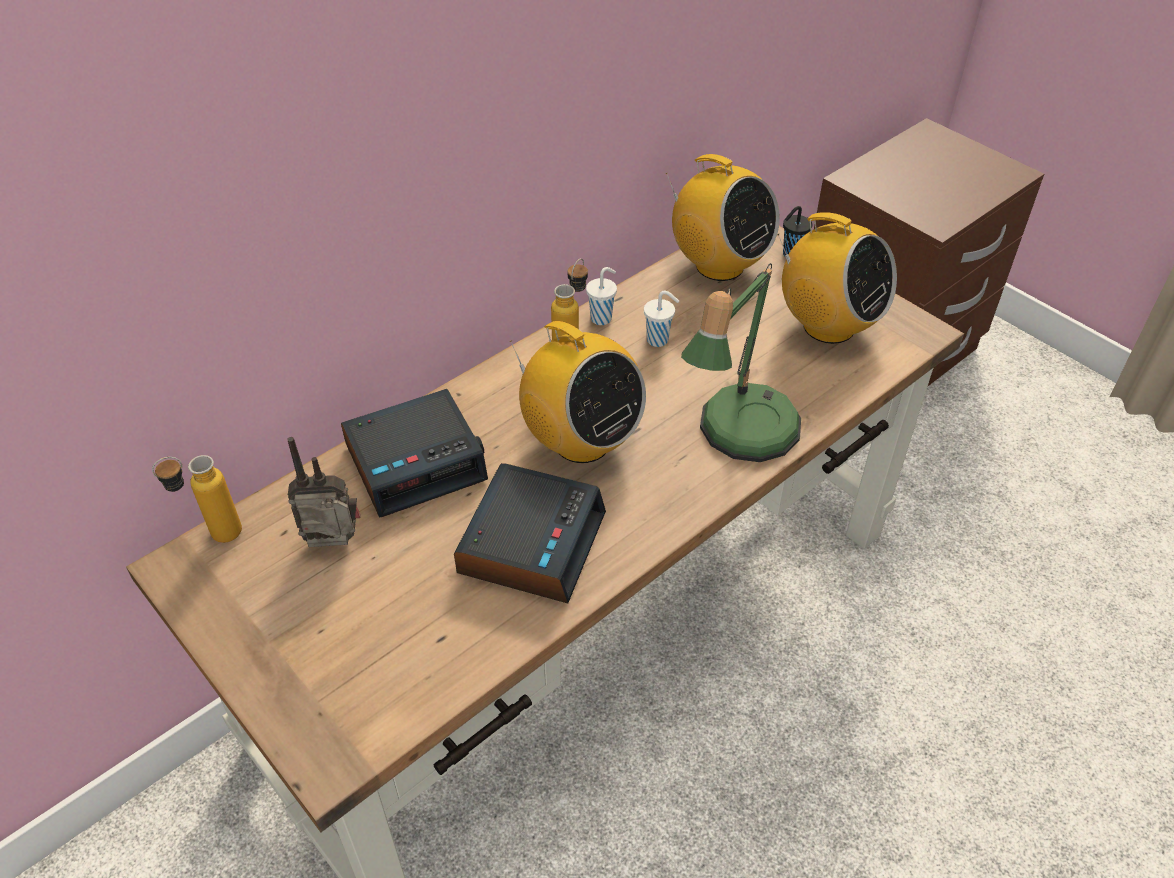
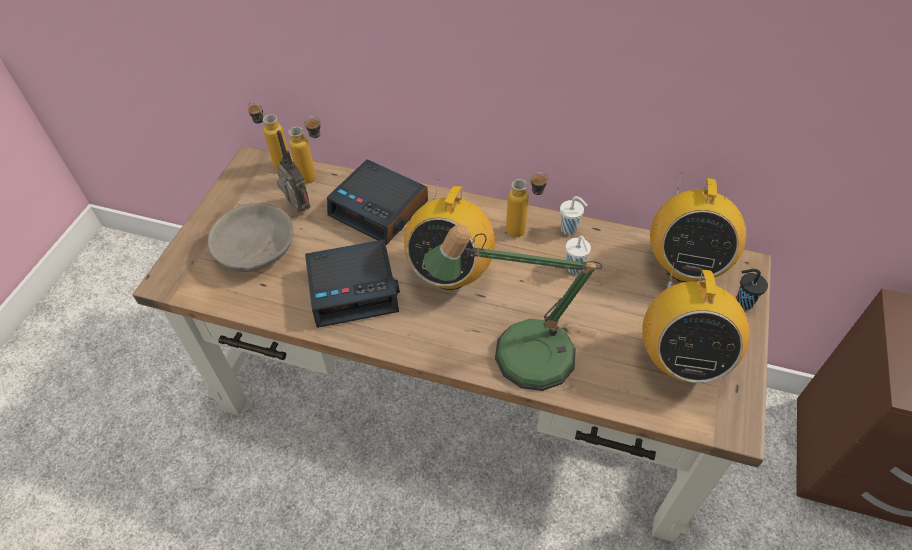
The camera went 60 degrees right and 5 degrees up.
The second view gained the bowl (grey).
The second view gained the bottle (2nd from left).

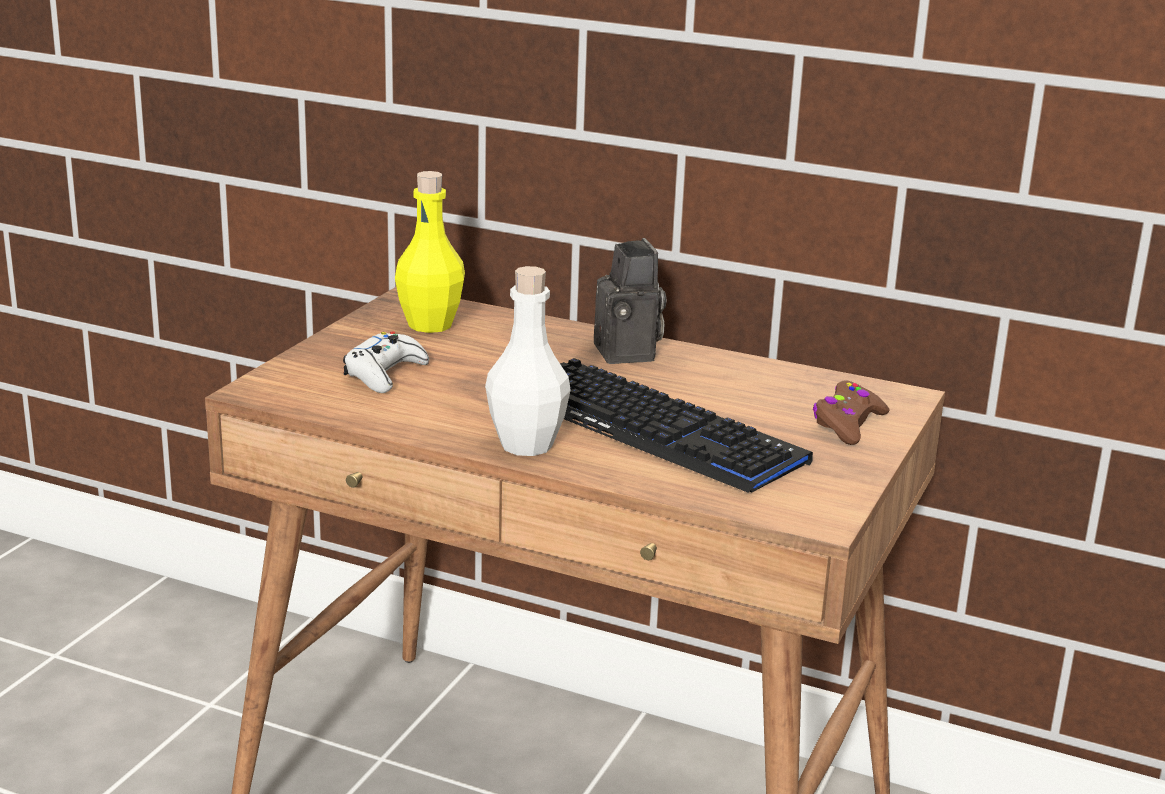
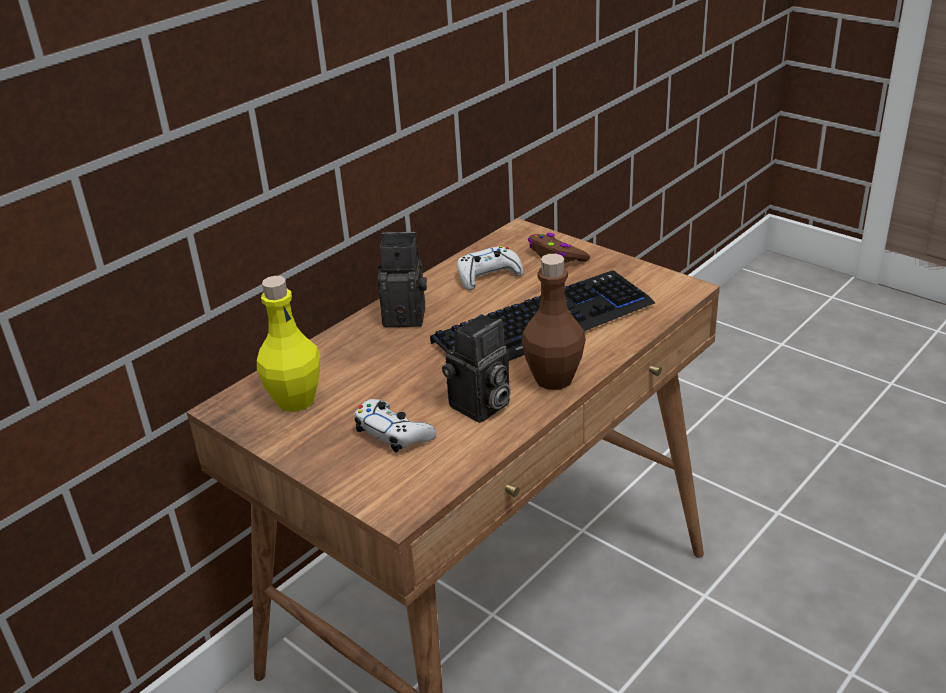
The camera went 70 degrees left and 10 degrees up.
What was the bottle (white) turned into the bottle (brown).
The second view gained the photo camera (2nd from left).
The second view gained the game controller (white) (2nd from left).

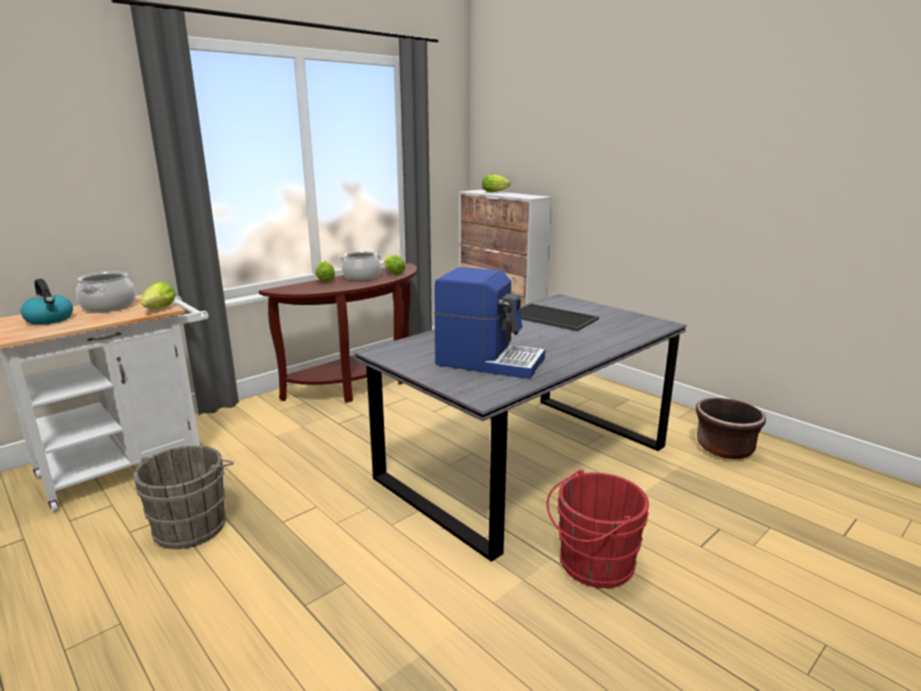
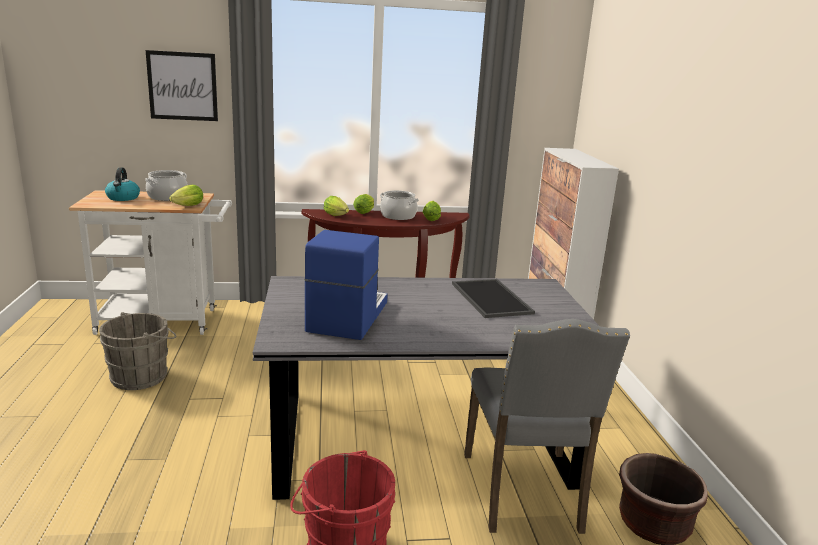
The camera went 35 degrees right and 0 degrees up.
The coffee machine ended up facing another way, 135 degrees counterclockwise from before.
The lettuce (4th from left in the first image) ended up elsewhere.
The second view gained the picture.
The second view gained the chair (grey).

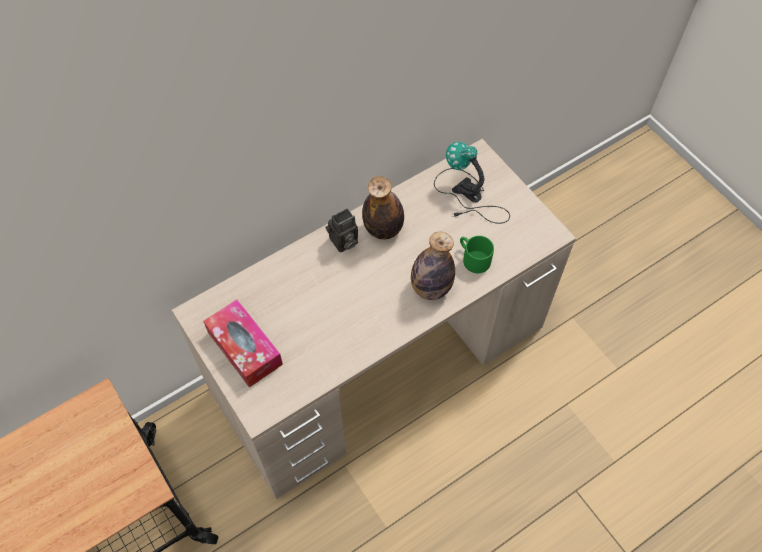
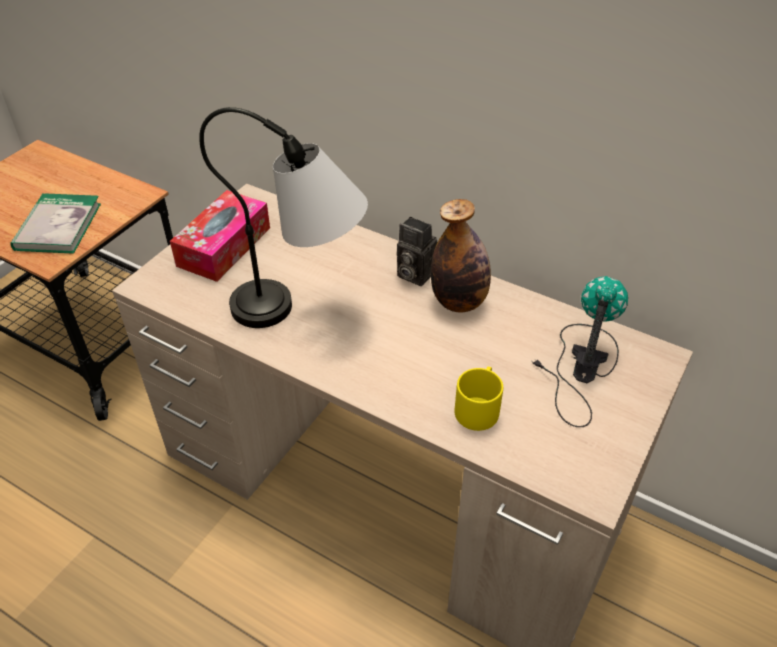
The camera went 65 degrees right and 15 degrees down.
The second view lost the bottle (2nd from left).
What was the mug (green) turned into the mug (yellow).
The second view gained the book.
The second view gained the table lamp (1st from left).

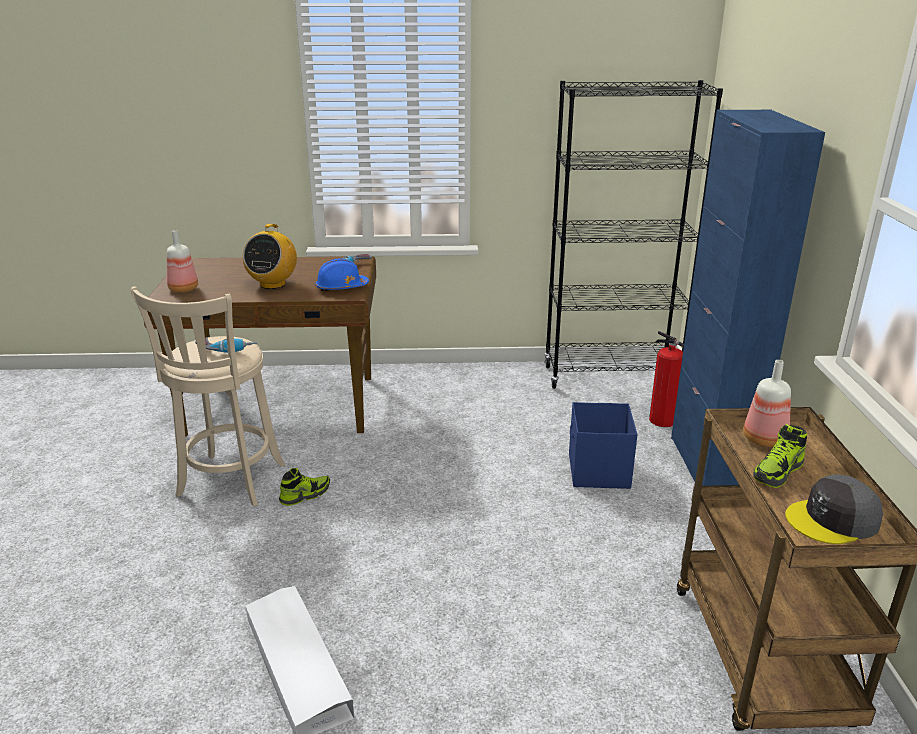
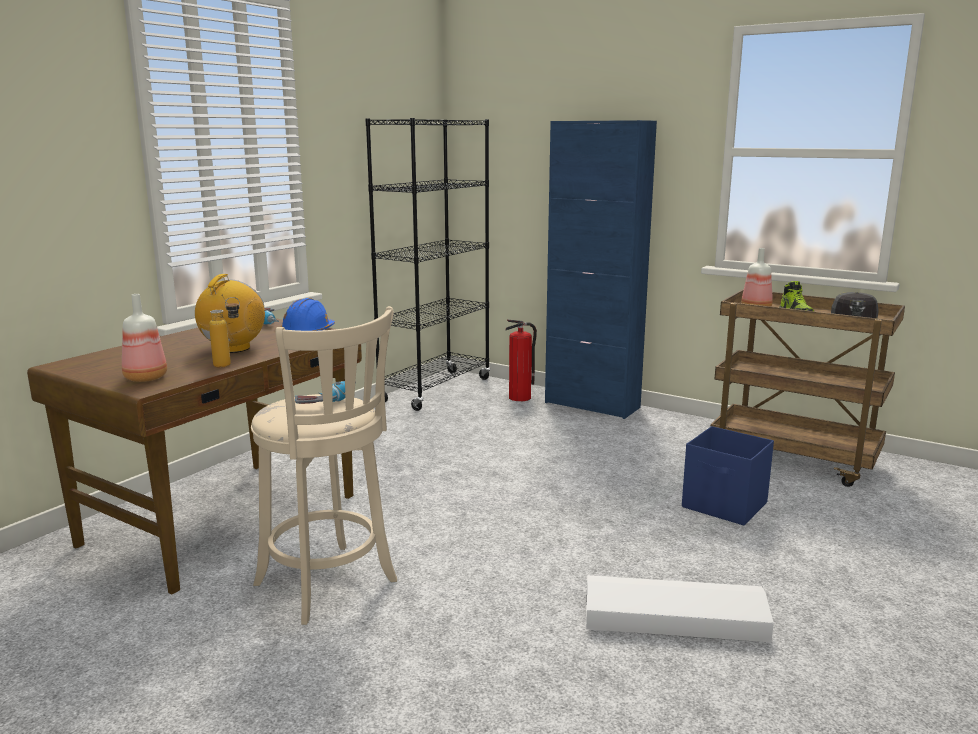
The camera went 55 degrees left and 10 degrees down.
The radio ended up facing another way, 120 degrees counterclockwise from before.
The second view lost the shoe (1st from left).
The storage box (blue) ended up elsewhere.
The second view gained the bottle (2nd from left).

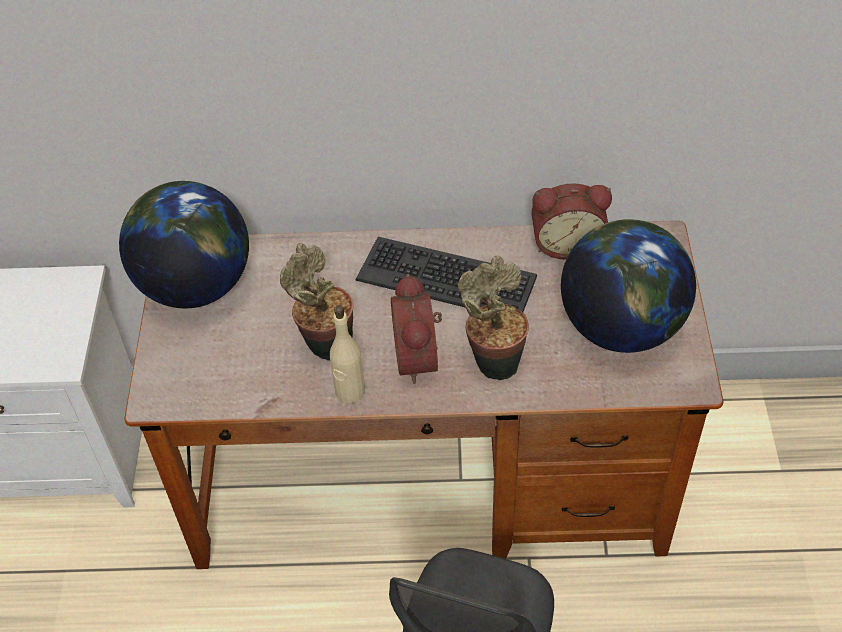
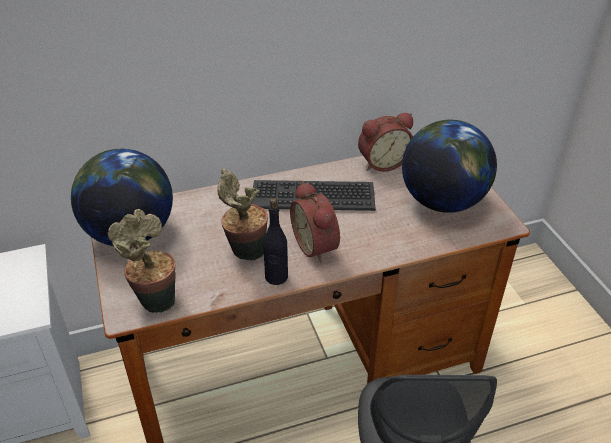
The camera went 20 degrees left and 10 degrees down.
What was the bottle (beige) turned into the bottle (black).
The potted plant (2nd from left in the first image) ended up elsewhere.

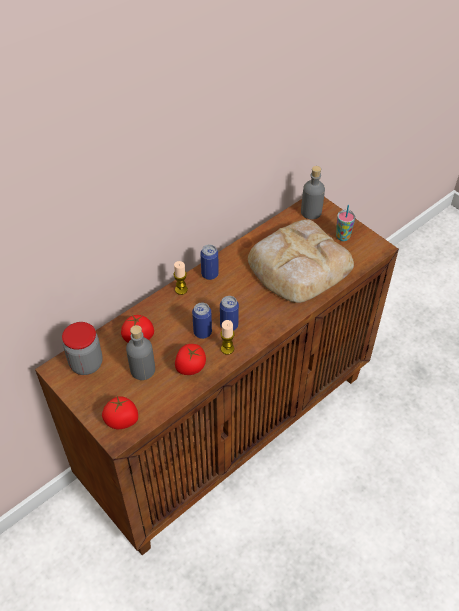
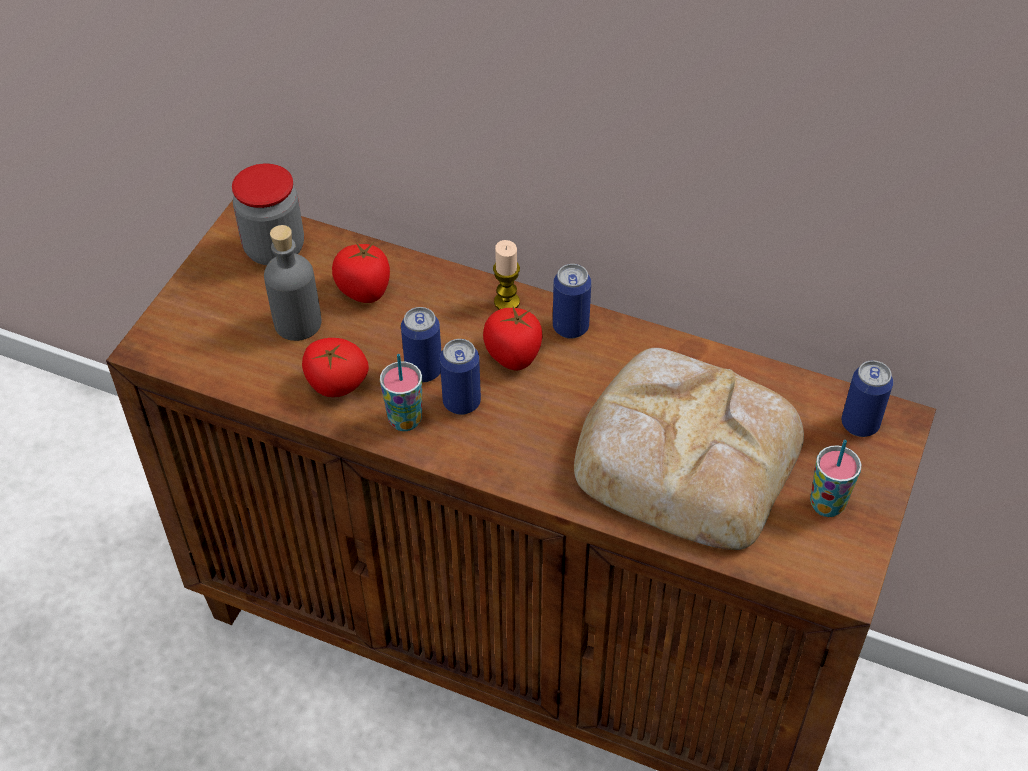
The camera went 65 degrees right and 0 degrees up.
The tomato (1st from left in the first image) ended up elsewhere.
Where the candle (2nd from left) stood, the cup (1st from left) came to stand.
Where the bottle (grey) (2nd from left) stood, the can (4th from left) came to stand.

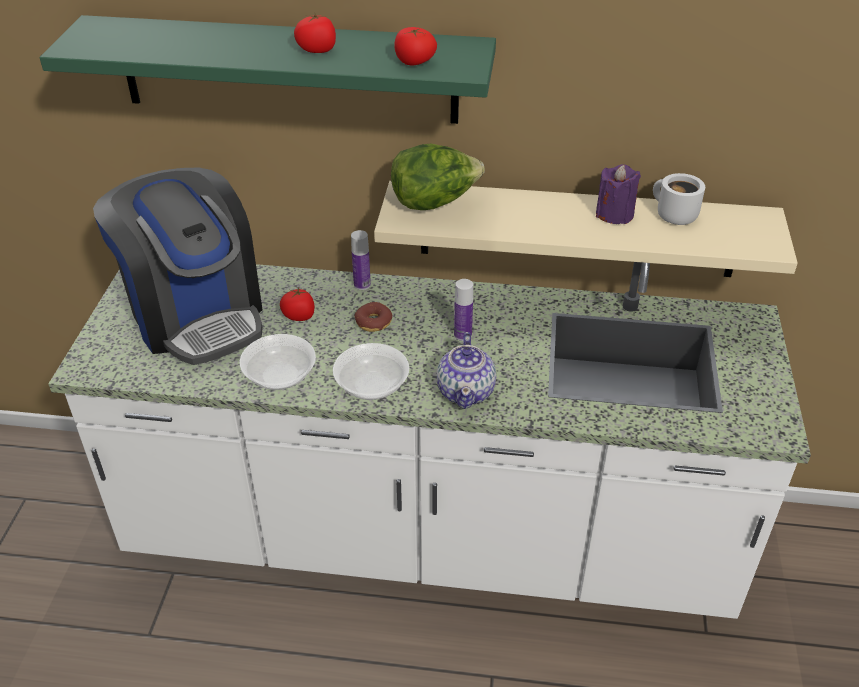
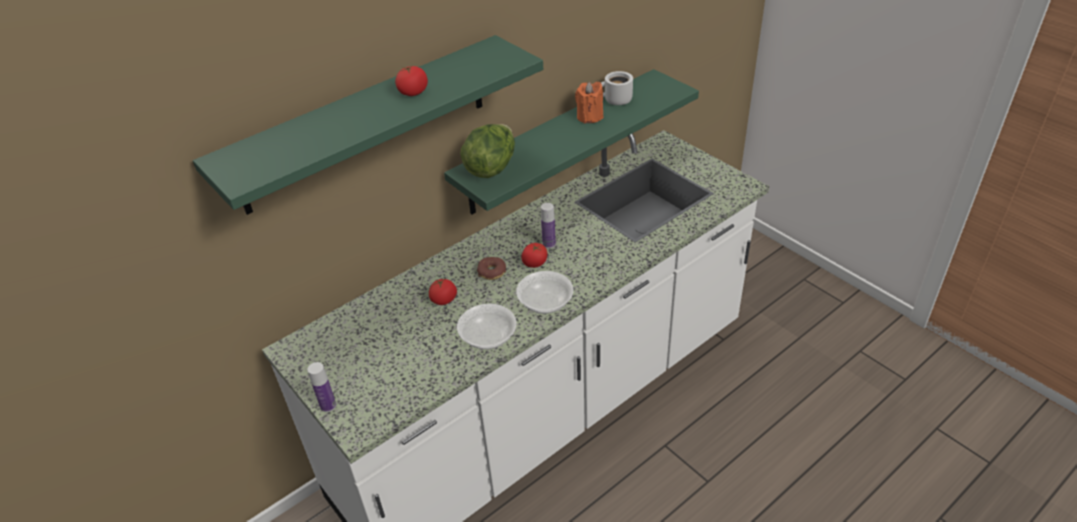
The camera went 45 degrees left and 0 degrees up.
The second view lost the coffee machine.
The bottle (1st from left) ended up elsewhere.
What was the shelf (beige) turned into the shelf (green) (2nd from left).
The tomato (3rd from left) ended up elsewhere.
The second view lost the teapot.
What was the candle (purple) turned into the candle (orange).

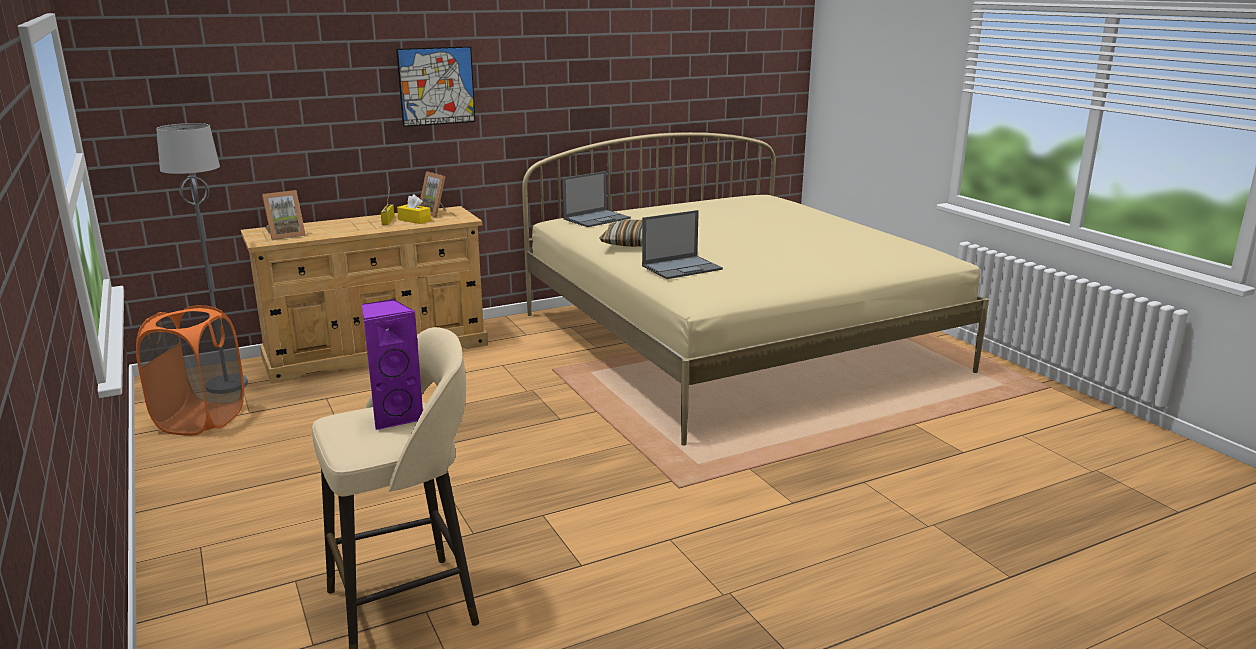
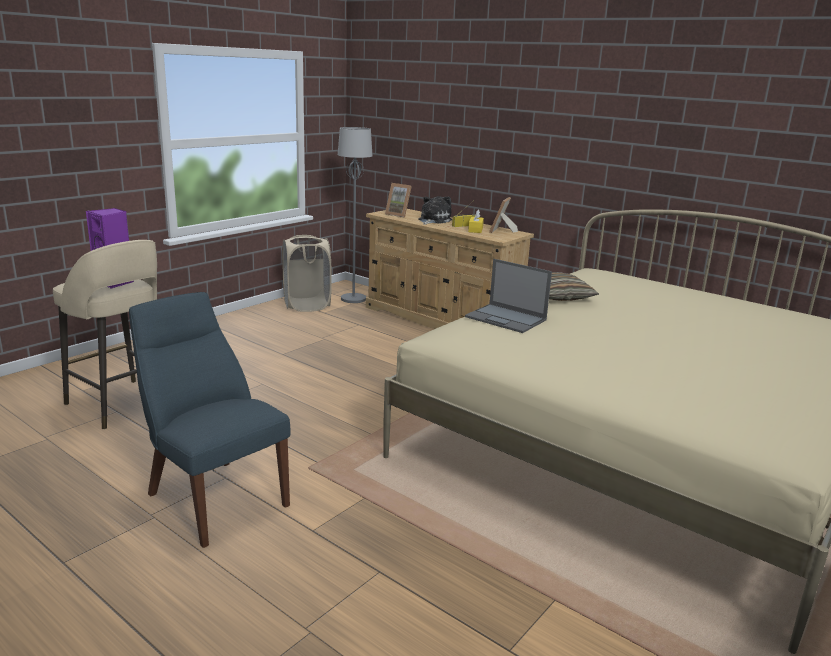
The camera went 65 degrees right and 0 degrees up.
What was the laundry basket (orange) turned into the laundry basket (beige).
The second view lost the picture.
The second view lost the laptop (1st from left).
The second view gained the chair (blue).
The second view gained the plush toy.

